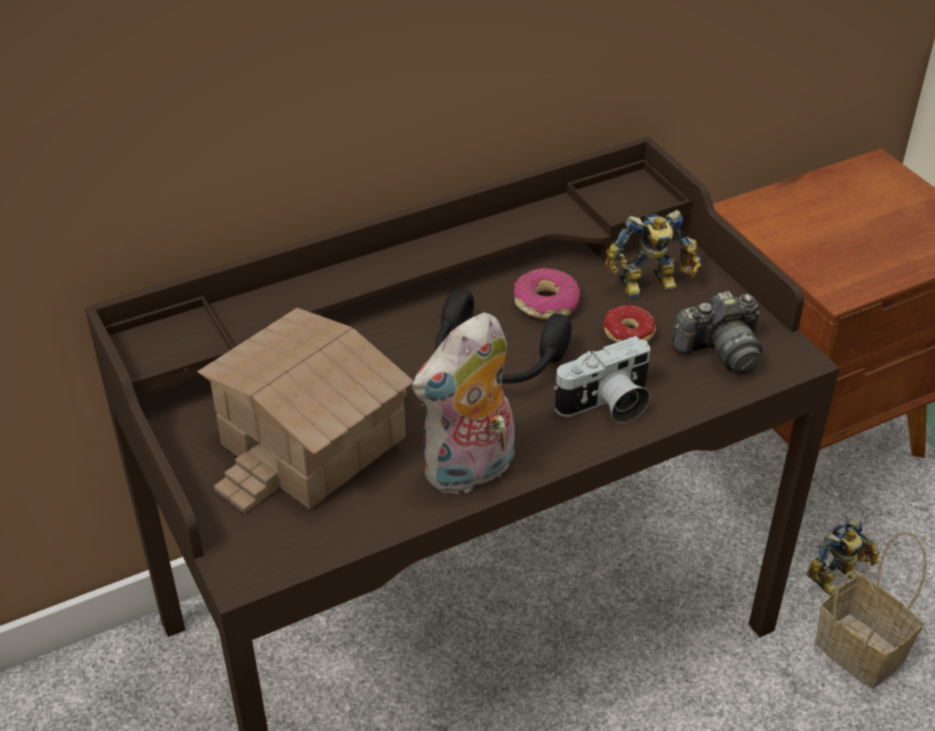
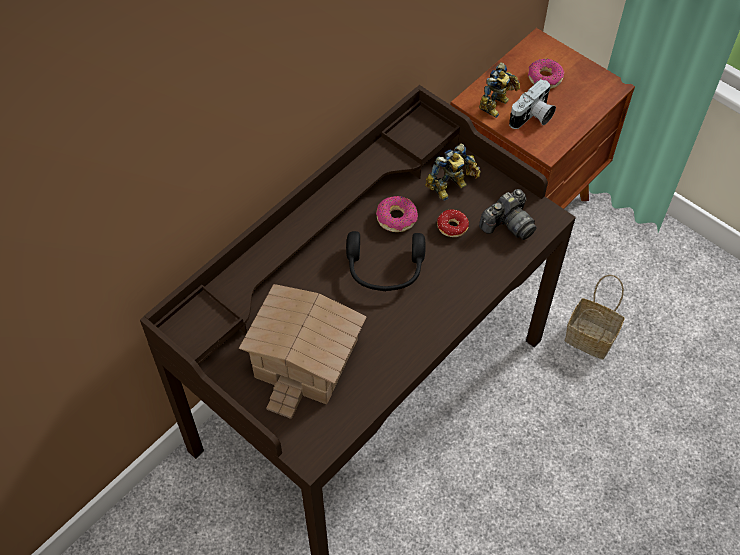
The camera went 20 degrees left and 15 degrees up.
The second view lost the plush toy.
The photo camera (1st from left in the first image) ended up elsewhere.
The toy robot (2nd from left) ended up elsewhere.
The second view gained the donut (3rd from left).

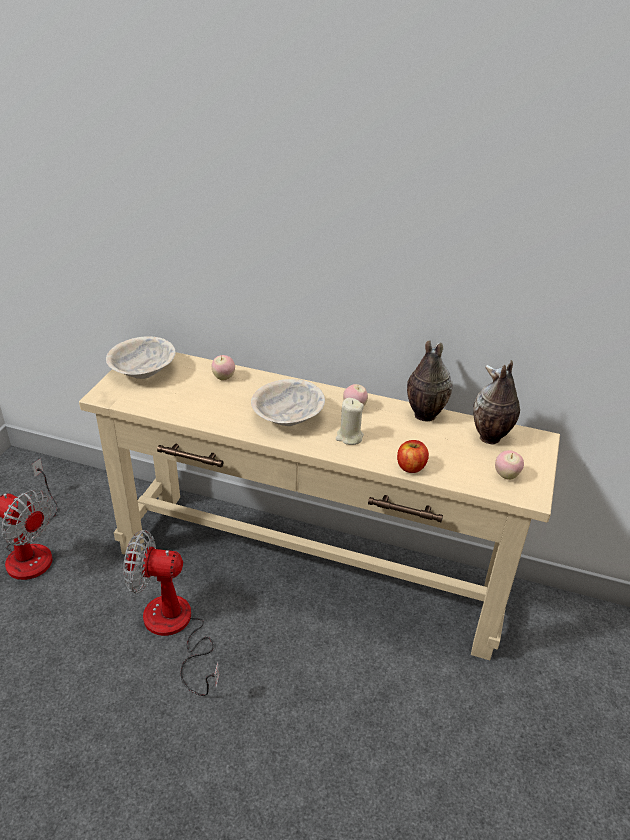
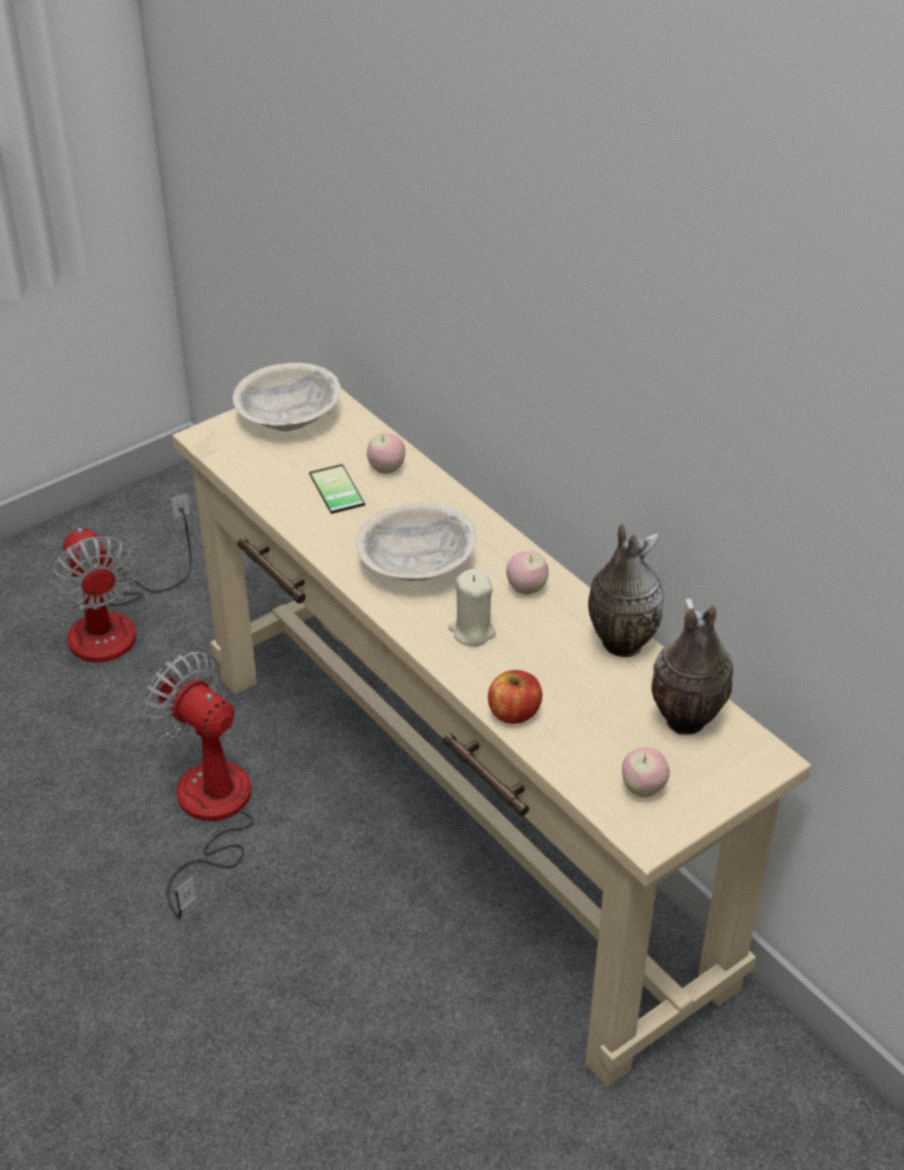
The camera went 35 degrees right and 5 degrees up.
The second view gained the phone.

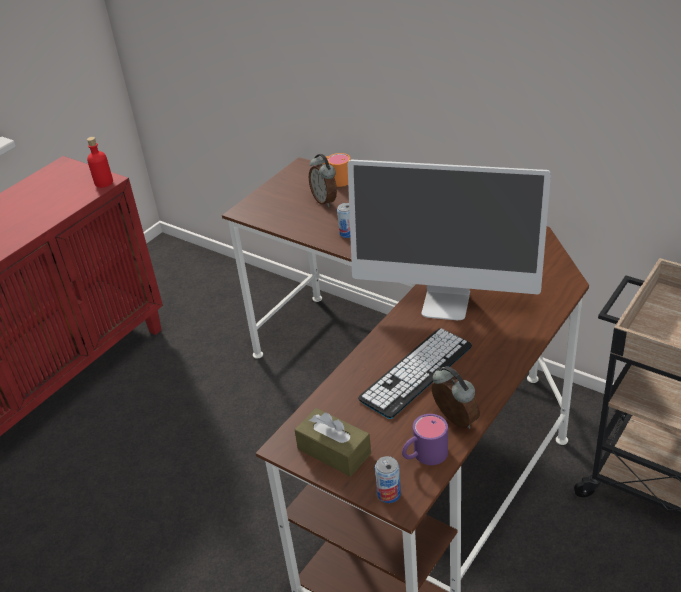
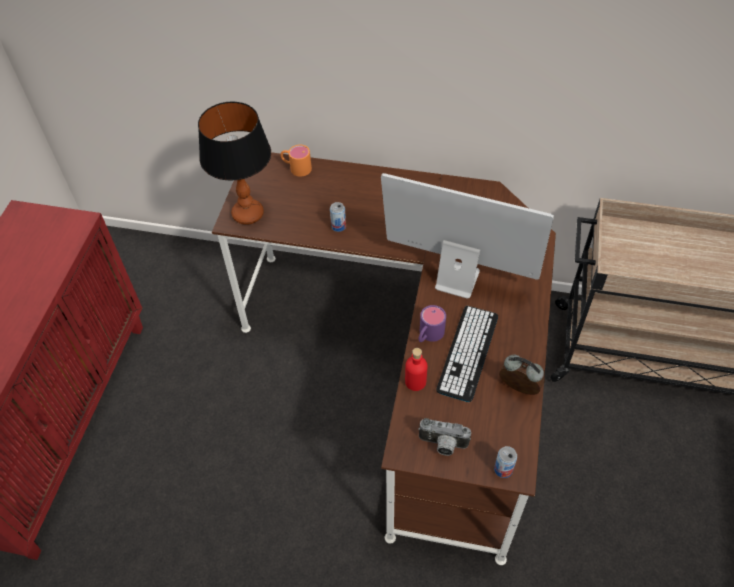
The camera went 25 degrees left and 15 degrees up.
The bottle (red) ended up elsewhere.
Where the tissue box (brown) stood, the photo camera came to stand.
The second view lost the alarm clock (1st from left).
The monitor ended up facing another way, 150 degrees counterclockwise from before.
The mug (purple) ended up elsewhere.
The second view gained the table lamp.

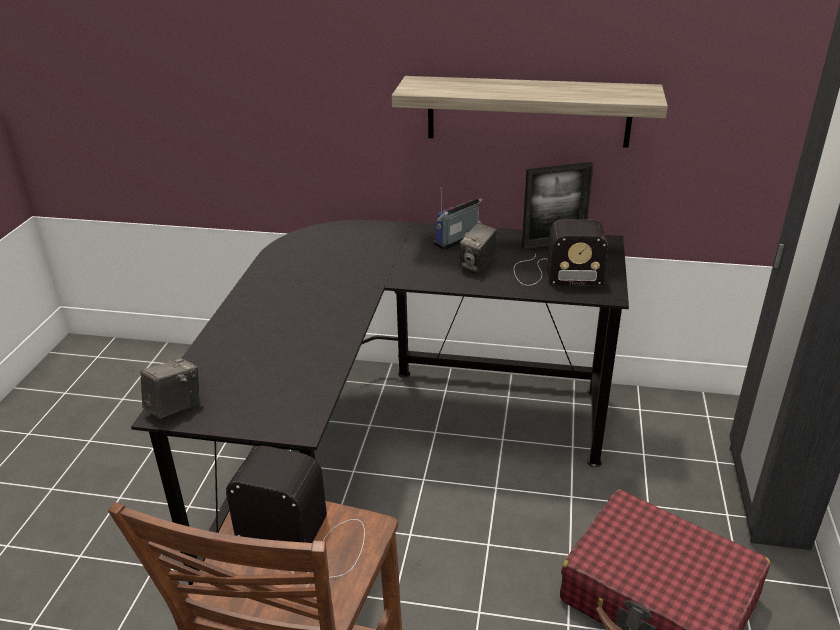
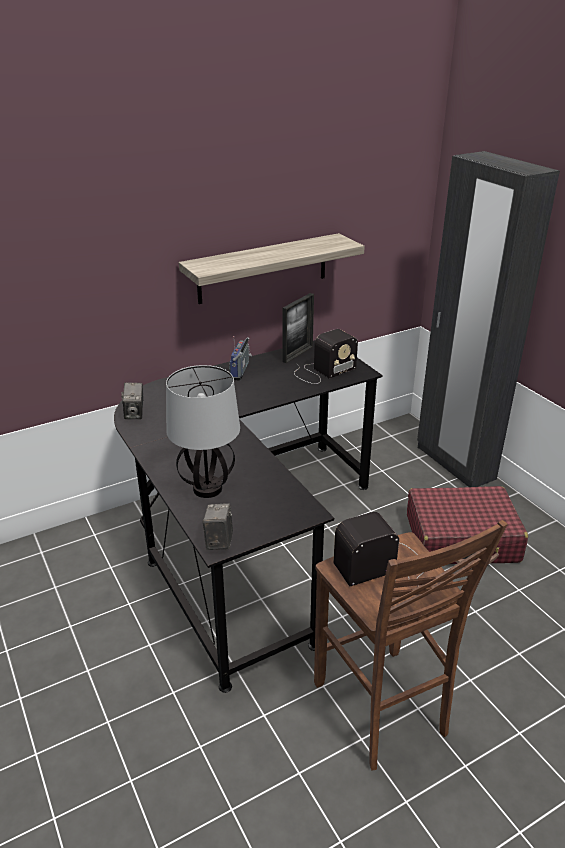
The camera went 40 degrees left and 0 degrees up.
The photo camera (2nd from left in the first image) ended up elsewhere.
The second view gained the table lamp.

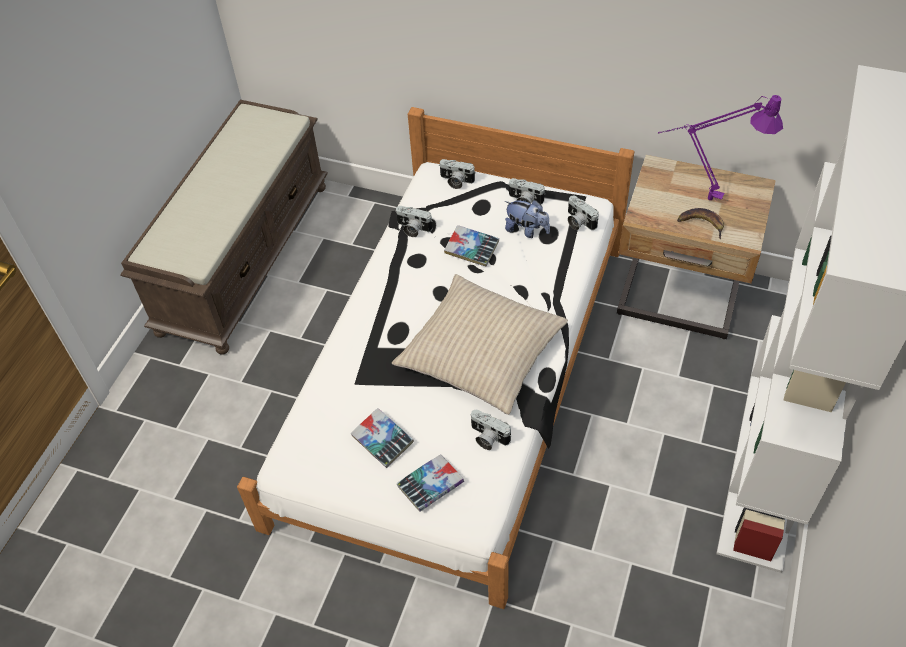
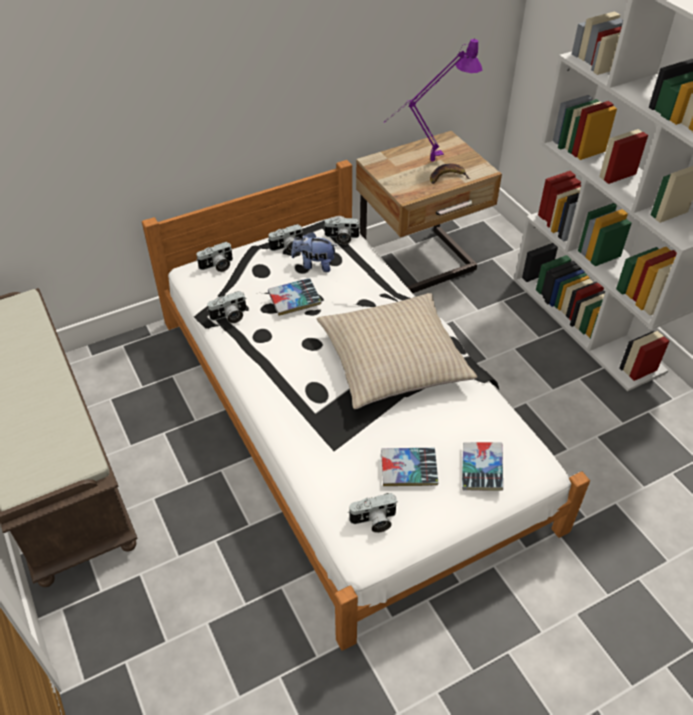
The camera went 50 degrees left and 5 degrees down.
The photo camera (3rd from left in the first image) ended up elsewhere.
The plush toy ended up facing another way, 150 degrees counterclockwise from before.

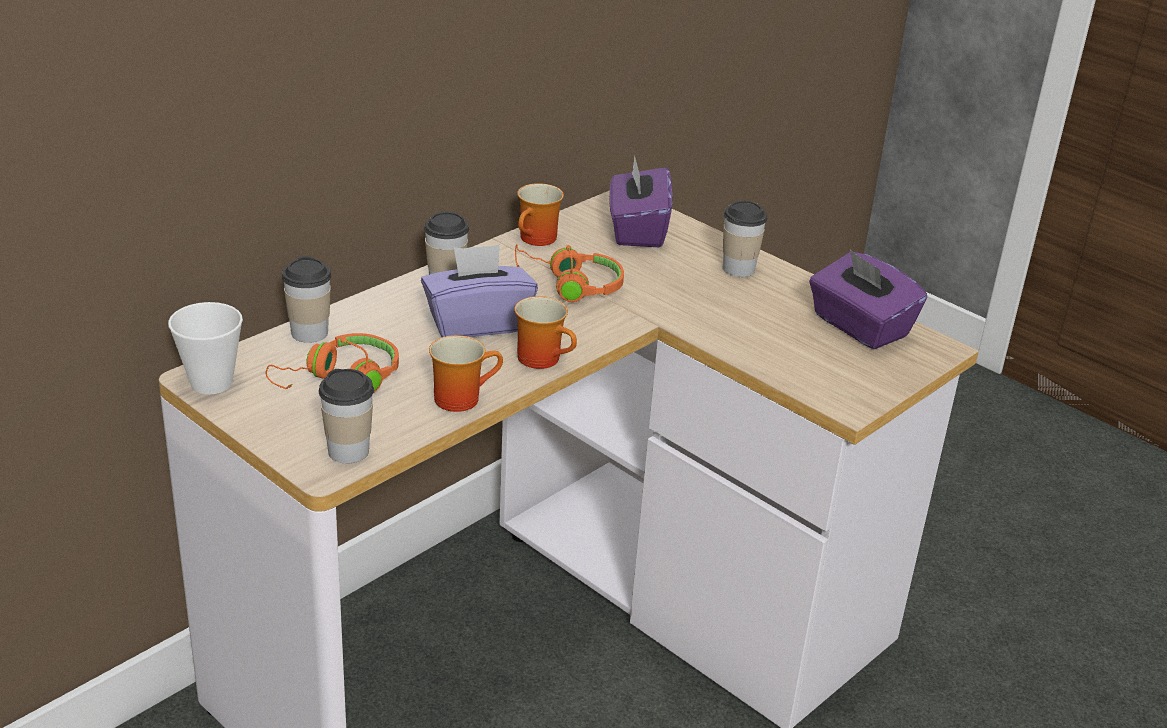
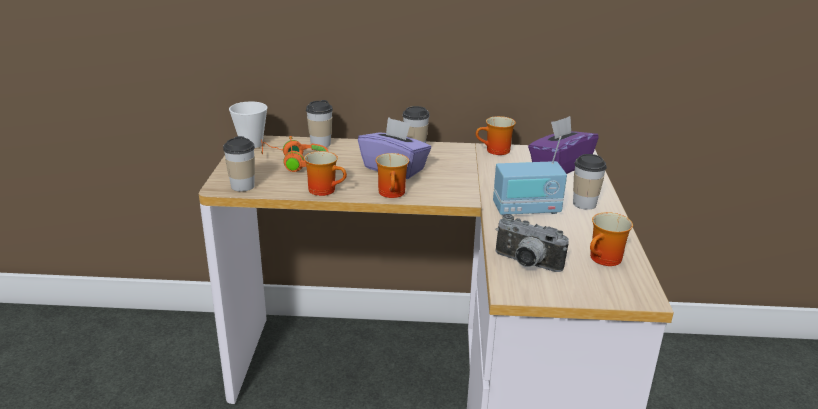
The camera went 50 degrees right and 5 degrees down.
The second view lost the headphones (orange) (2nd from left).
Where the tissue box (purple) (3rd from left) stood, the mug (4th from left) came to stand.
The second view gained the radio.
The second view gained the photo camera.

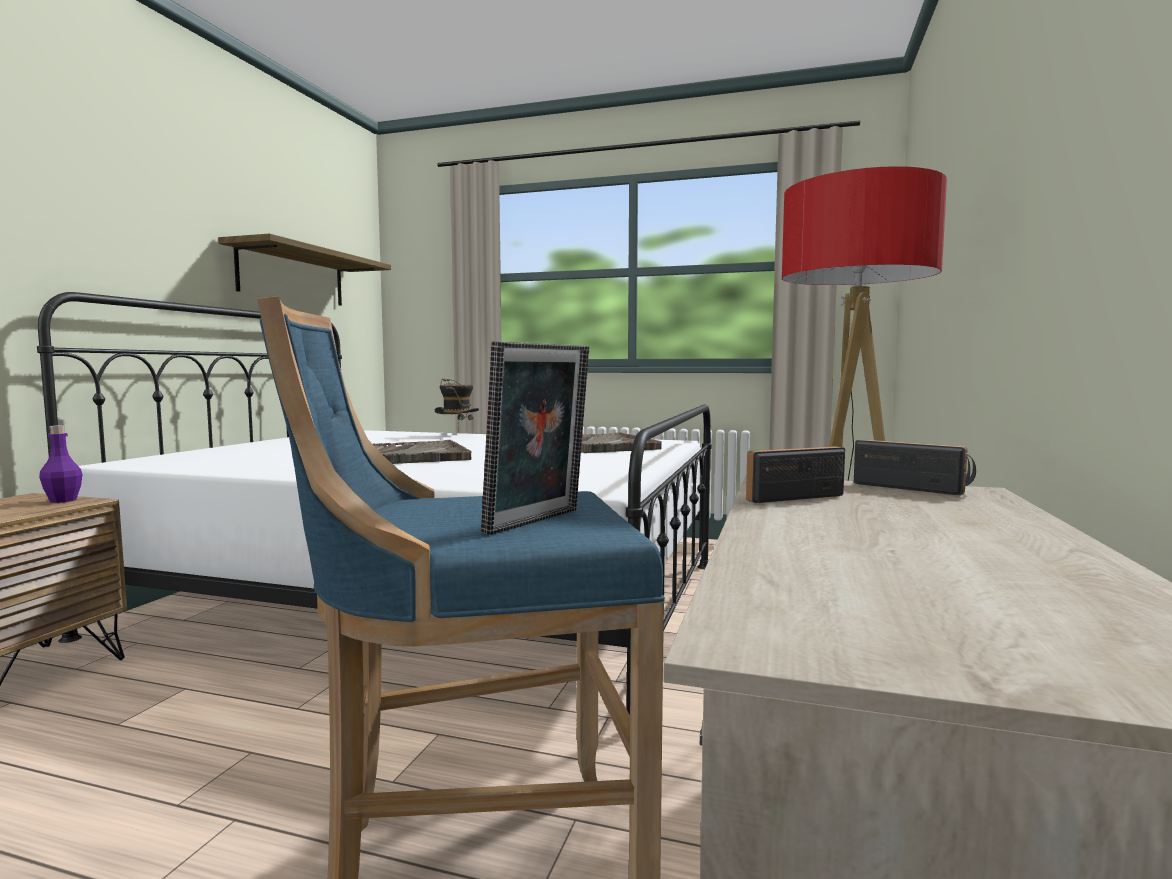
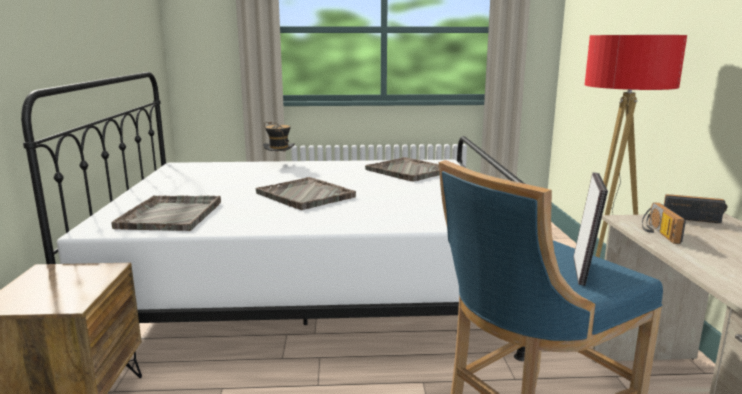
The camera went 20 degrees left and 10 degrees up.
The second view lost the bottle (purple).
The second view lost the shelf.
The radio (1st from left) ended up facing another way, 45 degrees counterclockwise from before.
The second view gained the tray (grey) (1st from left).

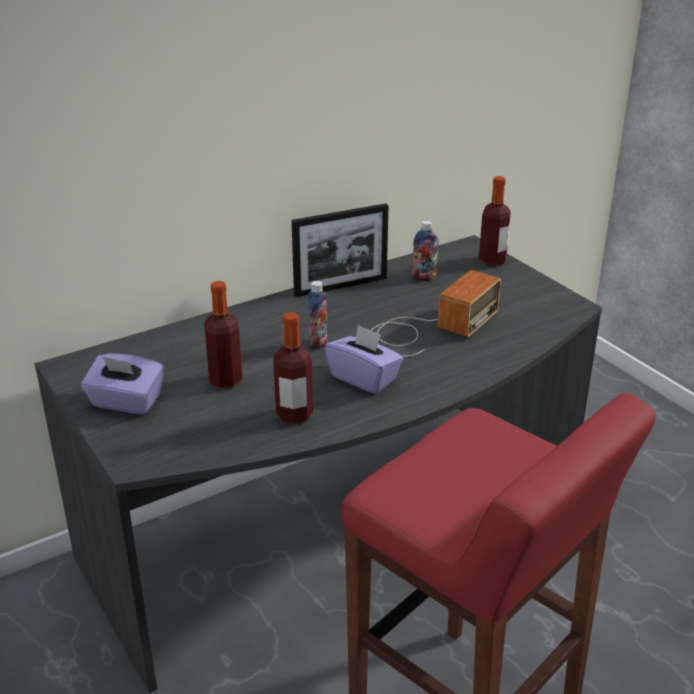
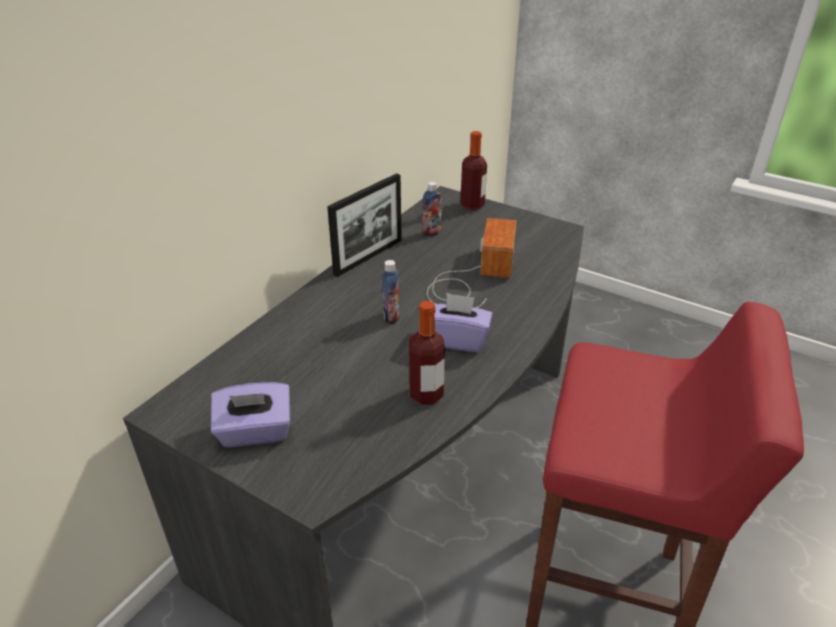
The camera went 25 degrees left and 5 degrees up.
The second view lost the bottle (1st from left).

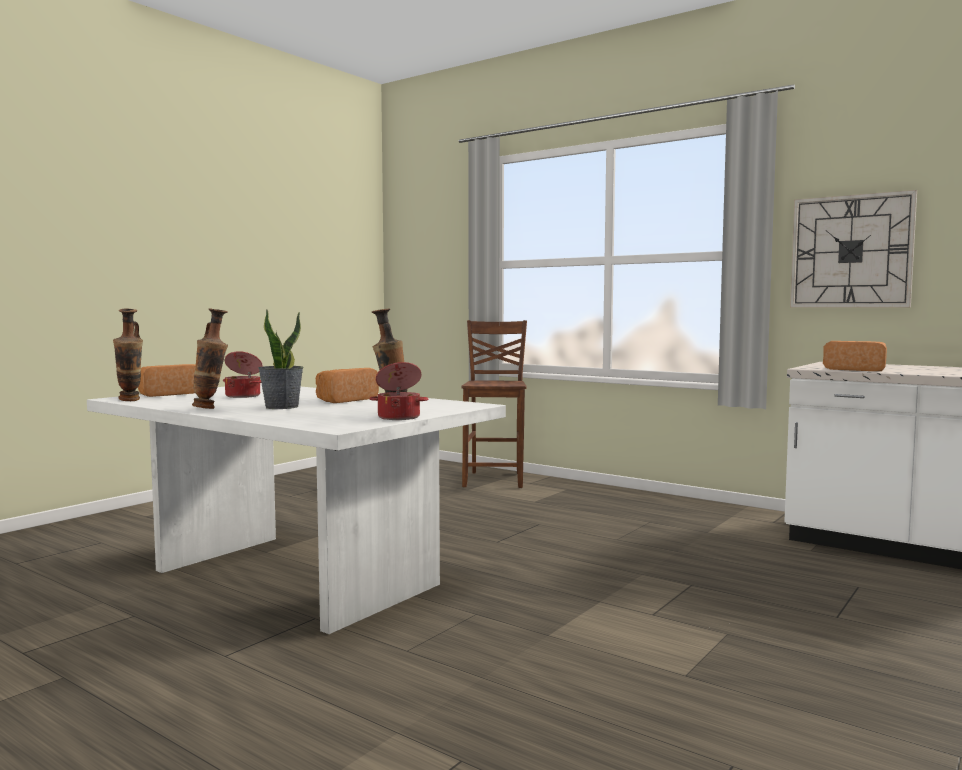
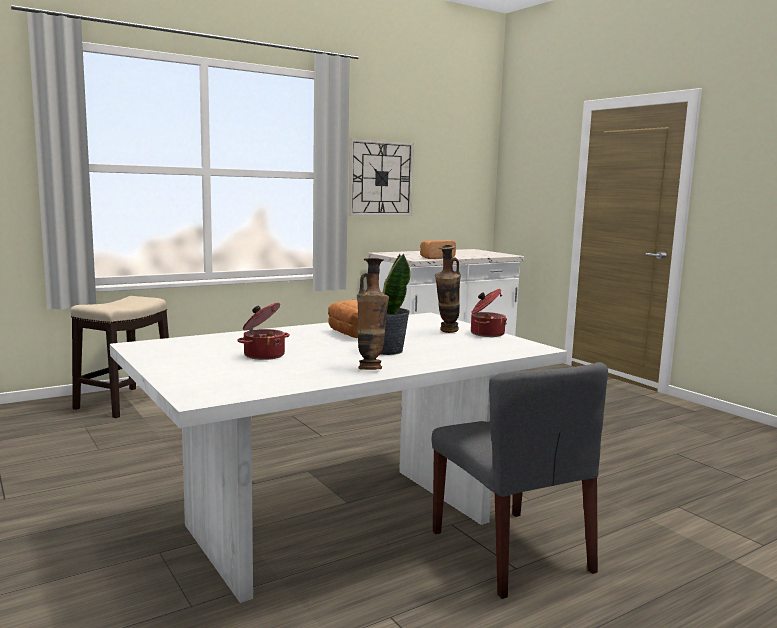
The camera went 70 degrees left and 5 degrees up.
The second view lost the vase (1st from left).
The second view lost the bread (1st from left).
Where the chair (brown) stood, the stool came to stand.
The second view gained the chair (grey).

